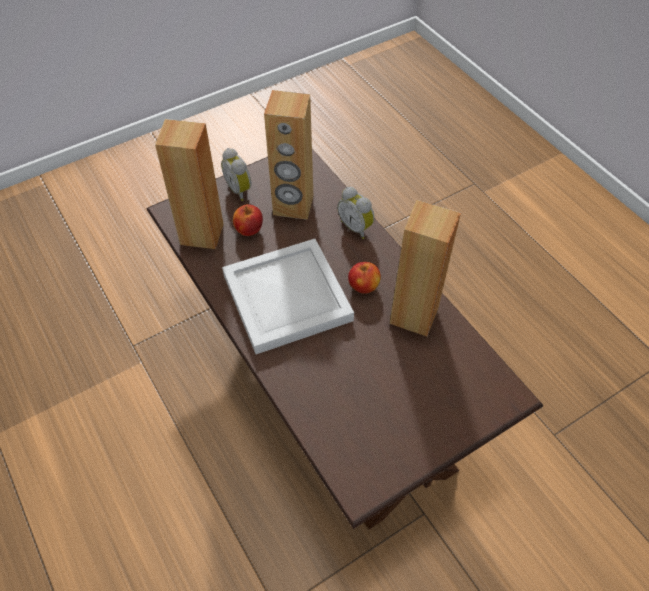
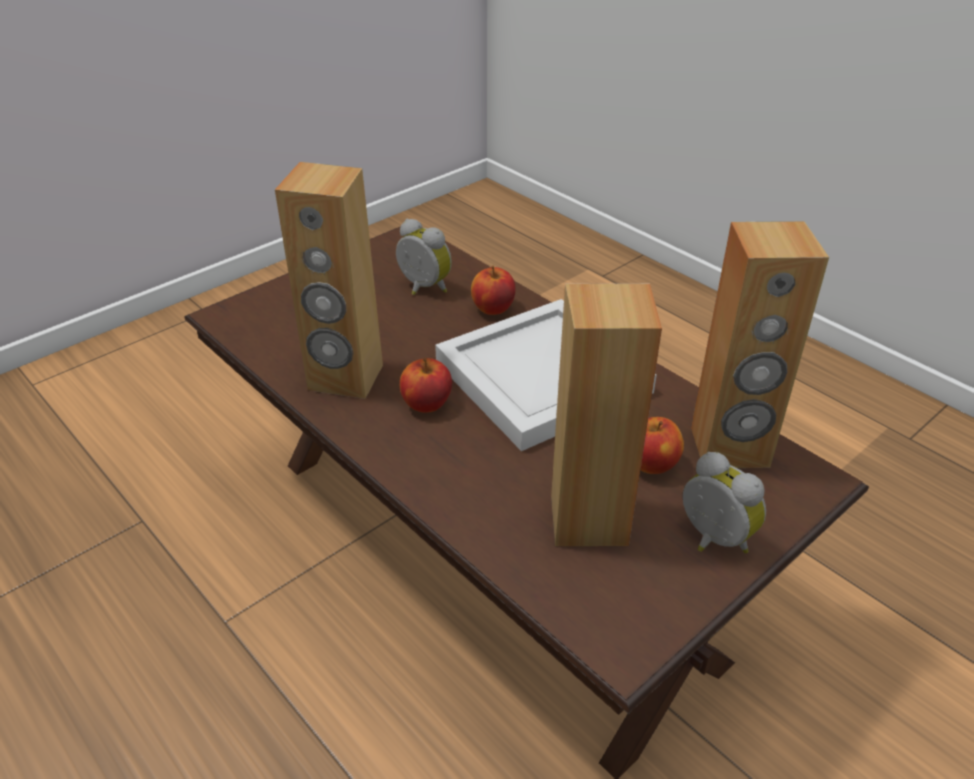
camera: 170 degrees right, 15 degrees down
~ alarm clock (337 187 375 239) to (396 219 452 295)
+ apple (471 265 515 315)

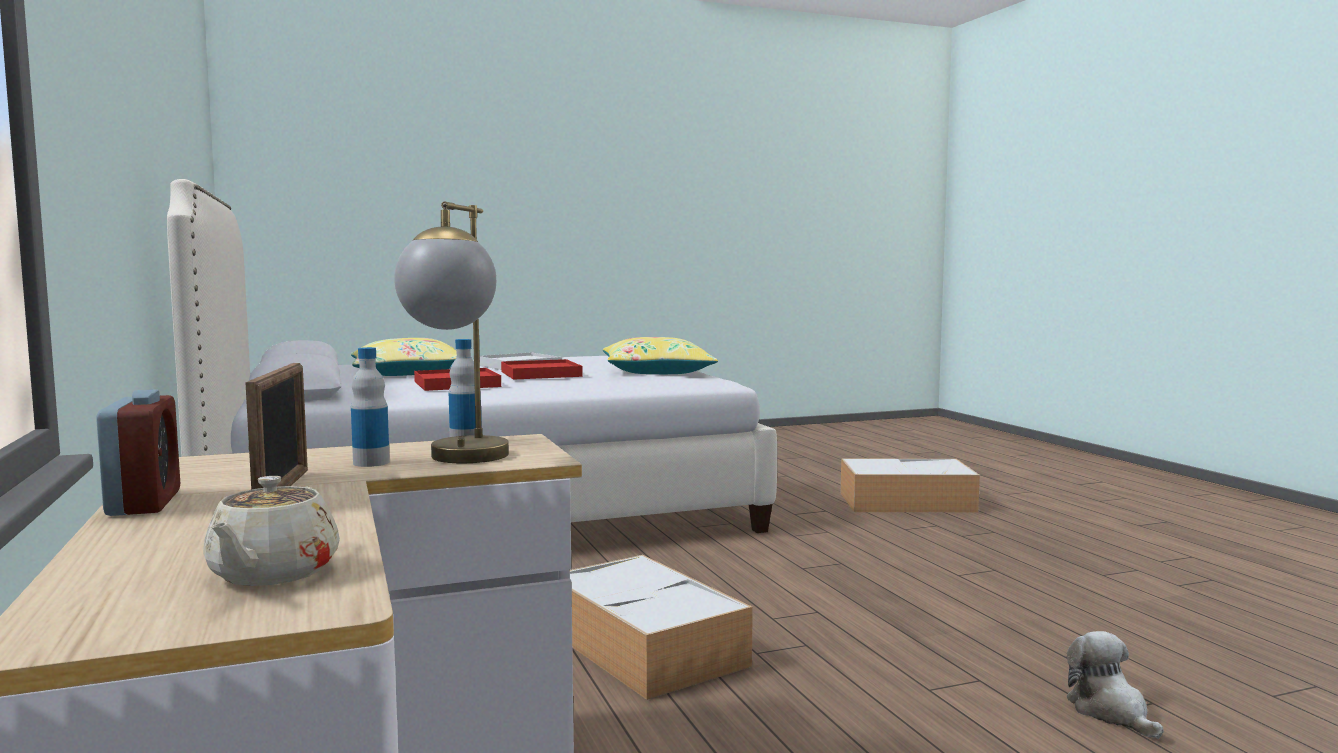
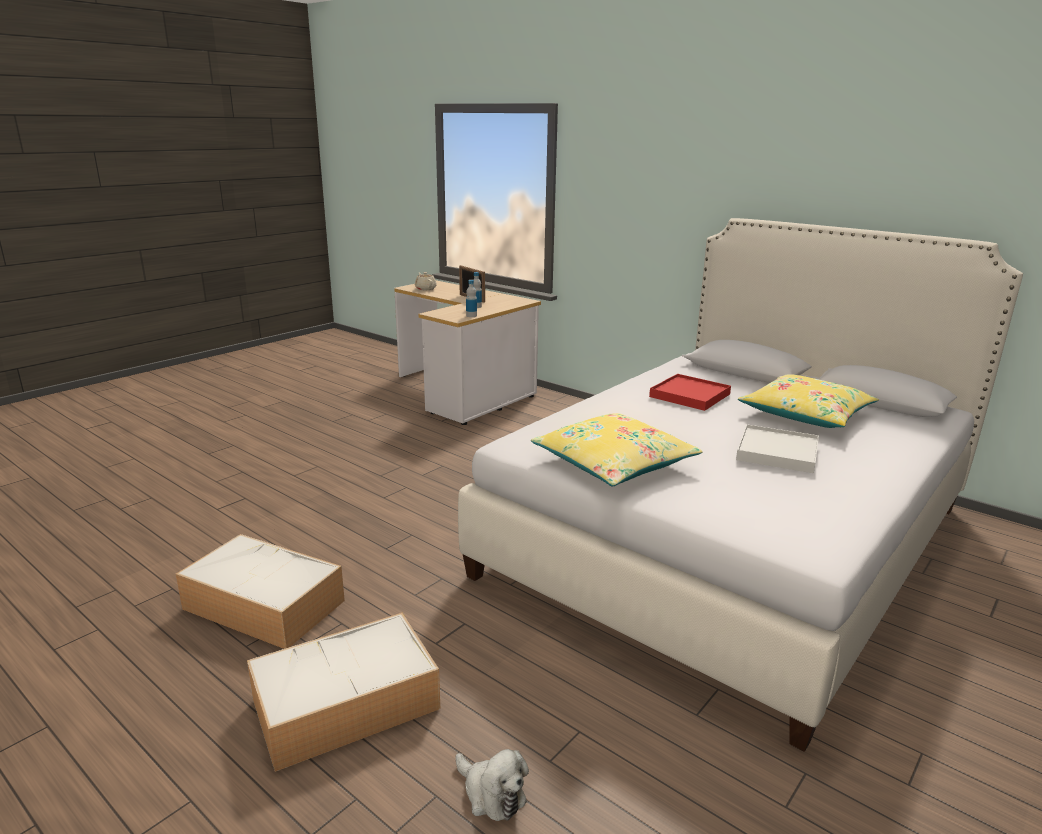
camera: 150 degrees right, 15 degrees up
- alarm clock (96 389 180 516)
- table lamp (394 201 509 463)
- red tray (501 359 582 380)
~ storage box (569 555 753 700) to (176 534 345 649)
~ plush toy (1067 631 1164 739) to (455 749 529 821)

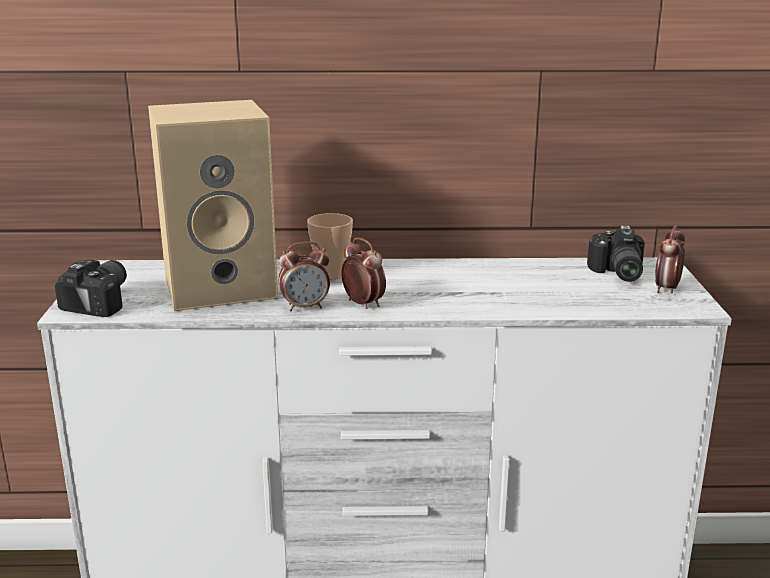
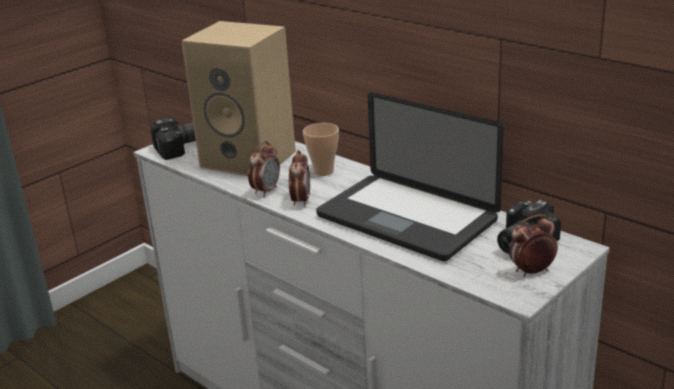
camera: 45 degrees right, 5 degrees up
~ alarm clock (278 242 330 311) = (248 141 280 197) 90 degrees counterclockwise
+ laptop (316 92 504 261)

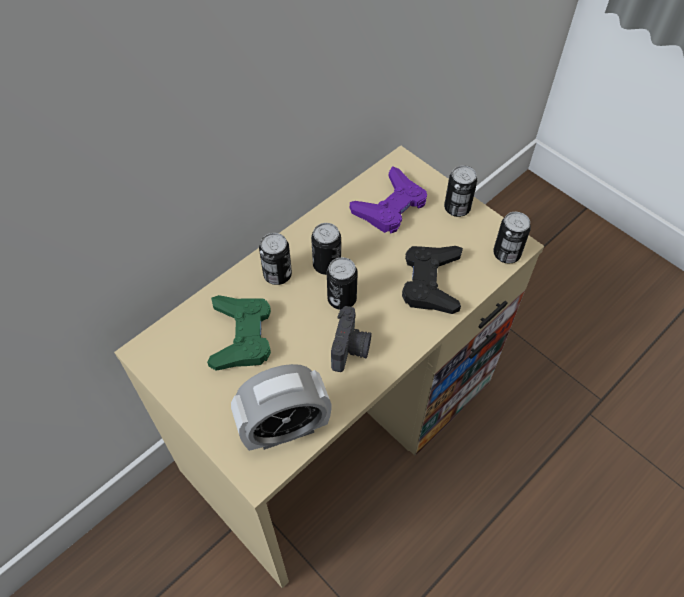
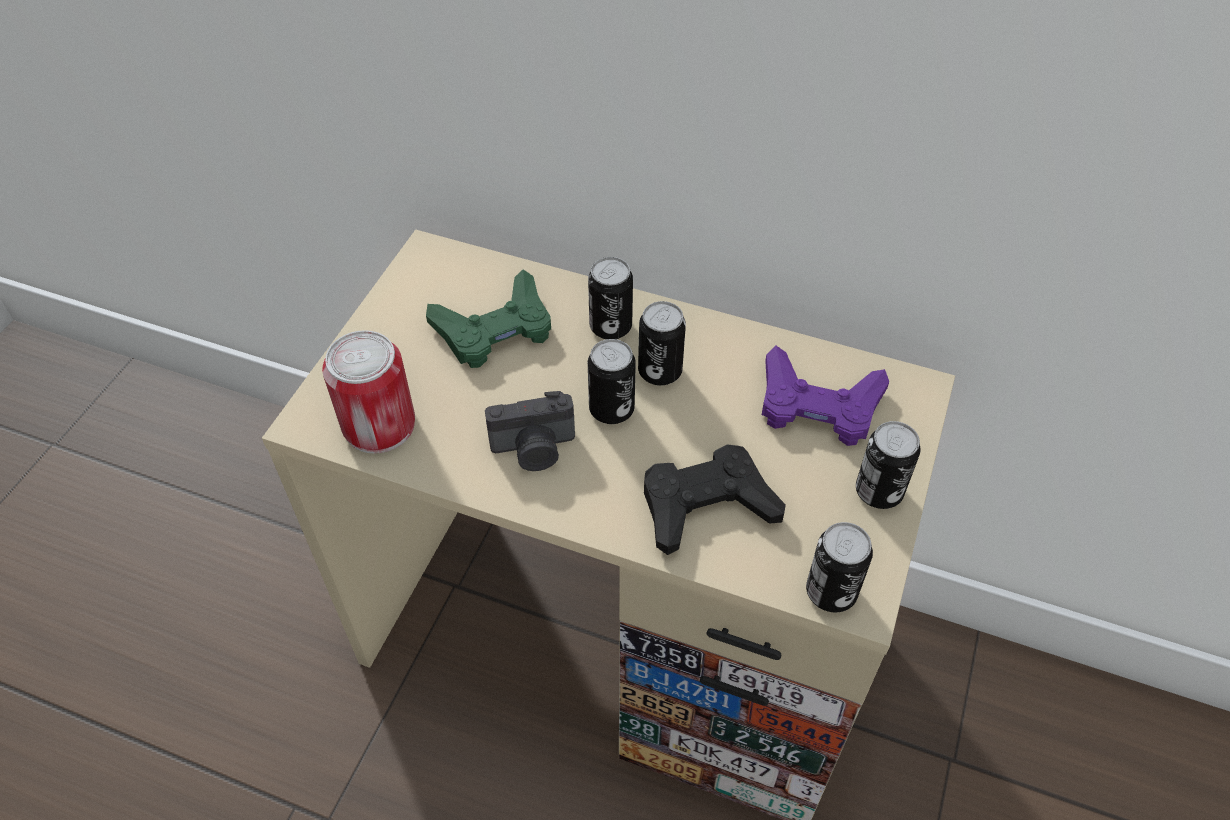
camera: 65 degrees right, 5 degrees down
~ alarm clock (231 364 332 451) to can (322 330 415 454)

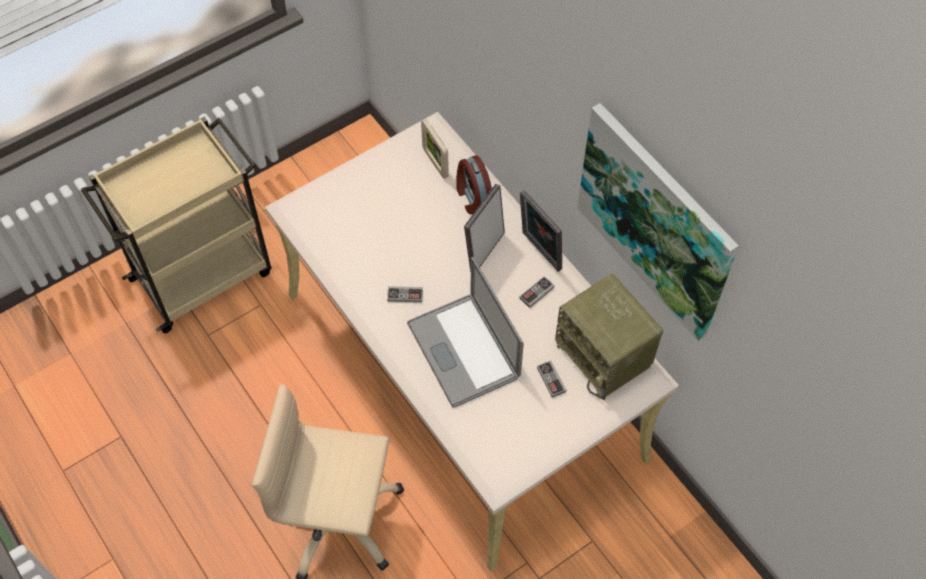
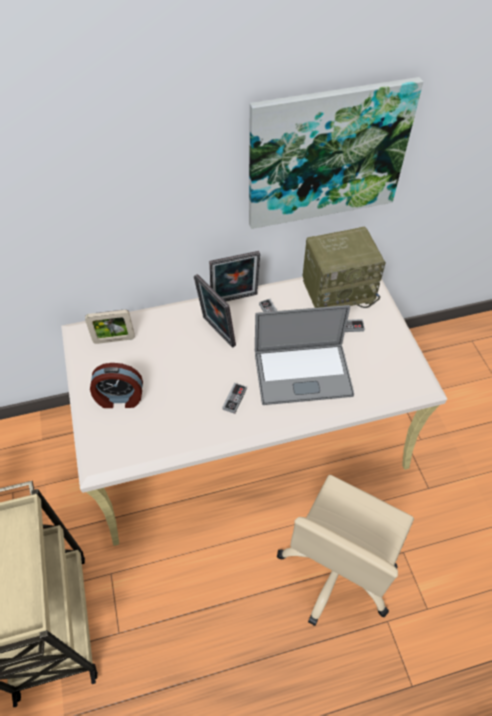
camera: 70 degrees left, 5 degrees down
~ alarm clock (456 155 492 214) to (90 363 143 408)

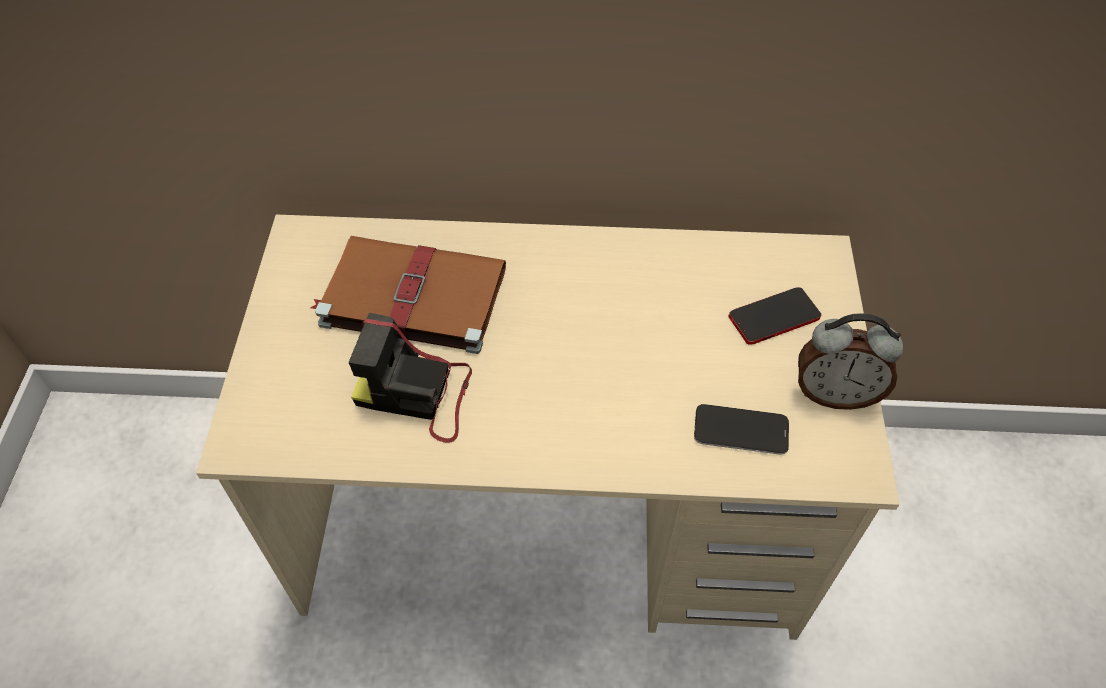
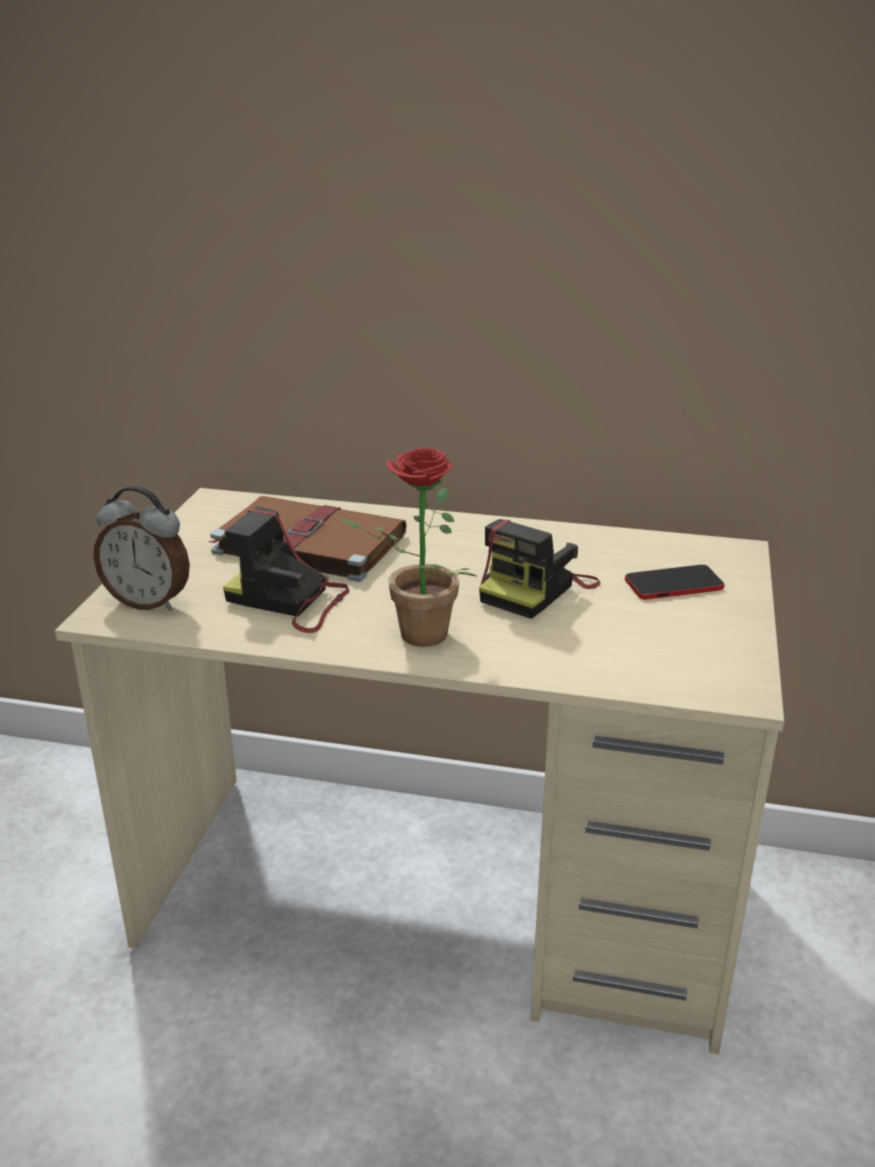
camera: 10 degrees right, 25 degrees down
- phone (694 404 789 455)
~ alarm clock (798 313 903 410) to (94 486 190 611)
+ potted plant (337 448 476 647)
+ photo camera (479 519 600 619)

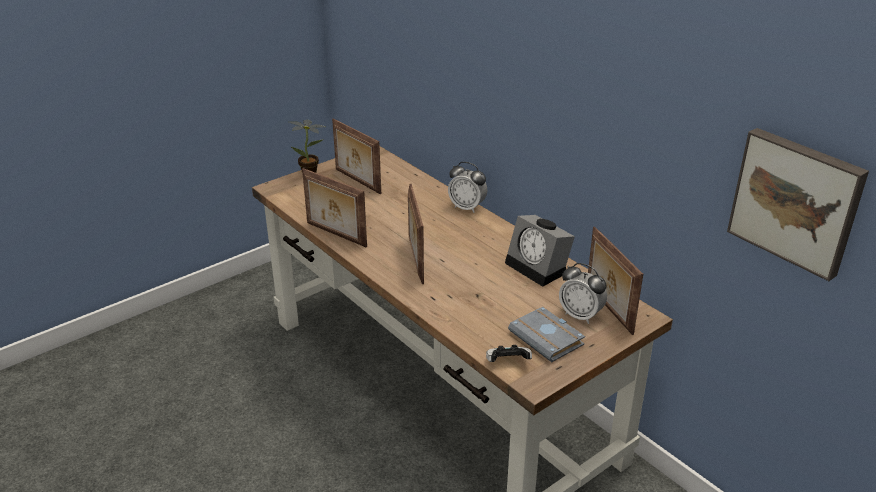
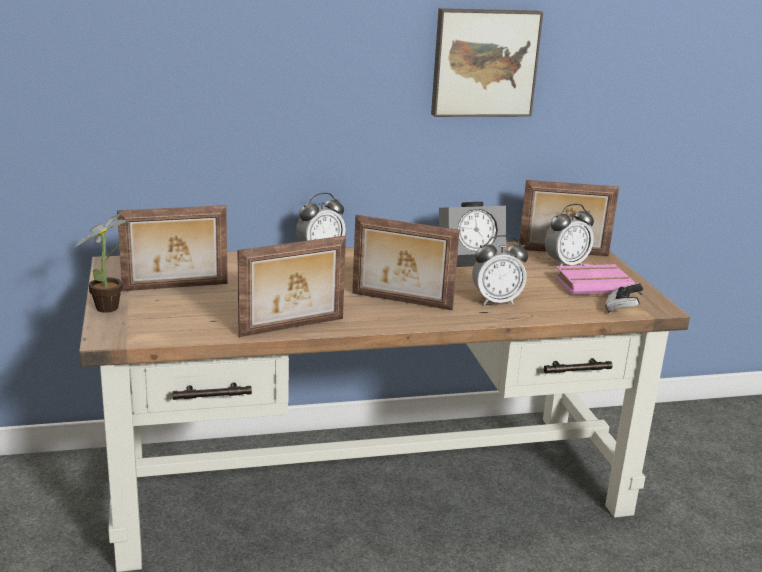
camera: 65 degrees left, 10 degrees down
~ grey book (508 307 585 362) to pink book (555 264 635 295)
~ picture (727 128 869 281) to (431 8 543 117)
+ alarm clock (472 235 528 305)

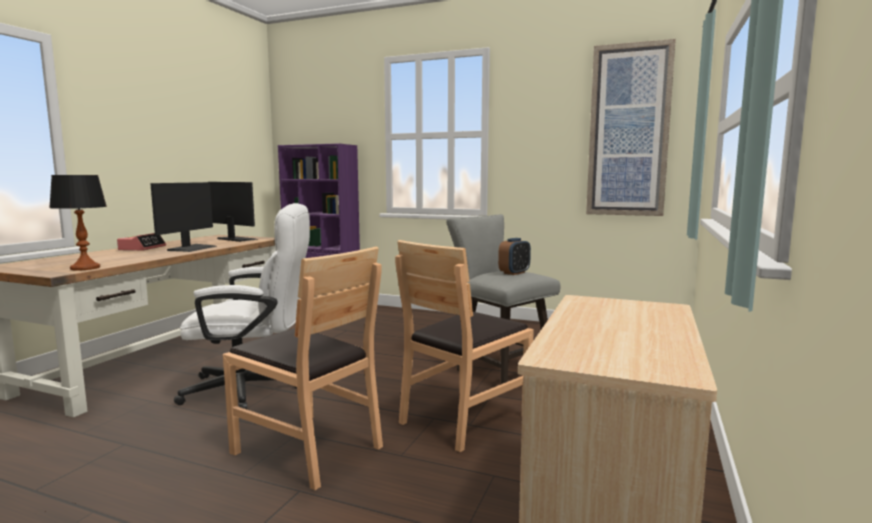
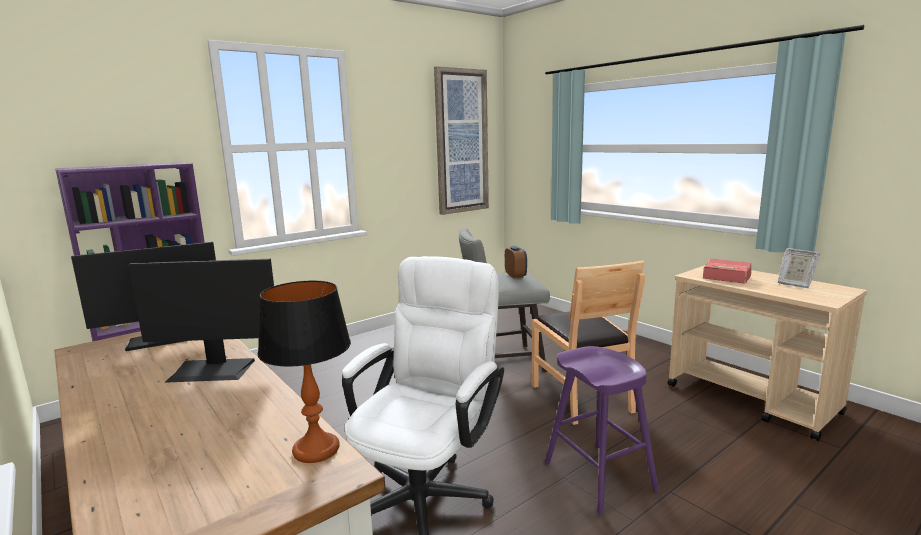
camera: 60 degrees left, 5 degrees up
~ alarm clock (117 233 166 251) to (703 259 751 284)
~ monitor (150 182 217 252) = (128 259 274 383) 135 degrees clockwise
~ brown chair (223 247 383 490) to purple stool (545 346 659 515)
+ picture frame (778 248 820 288)

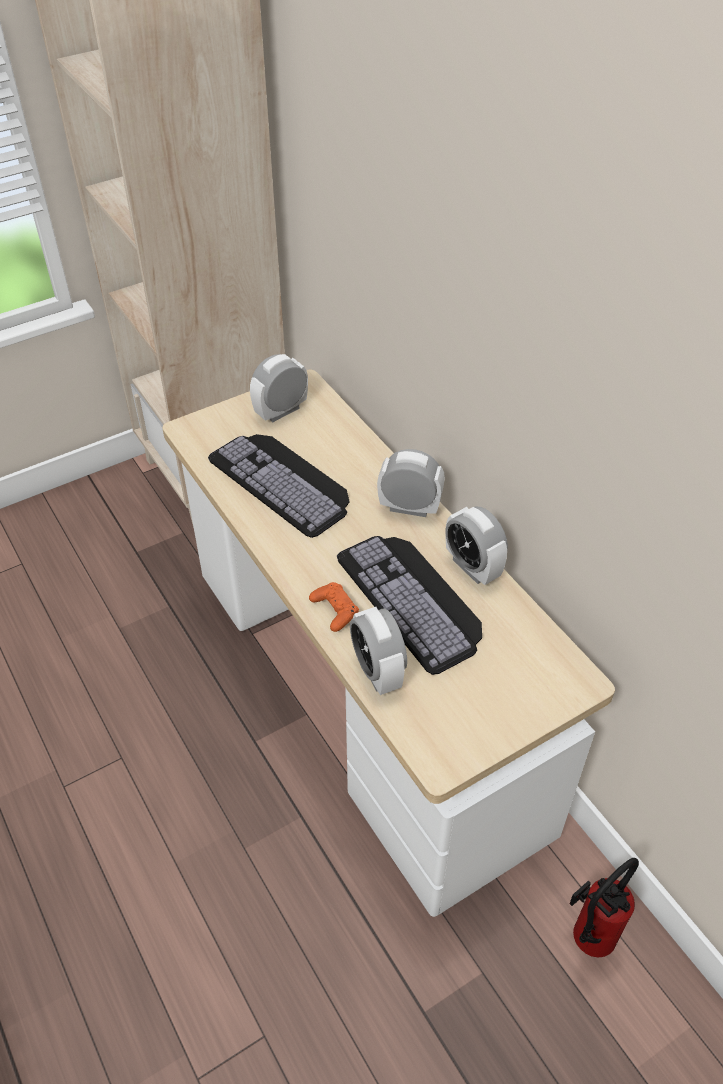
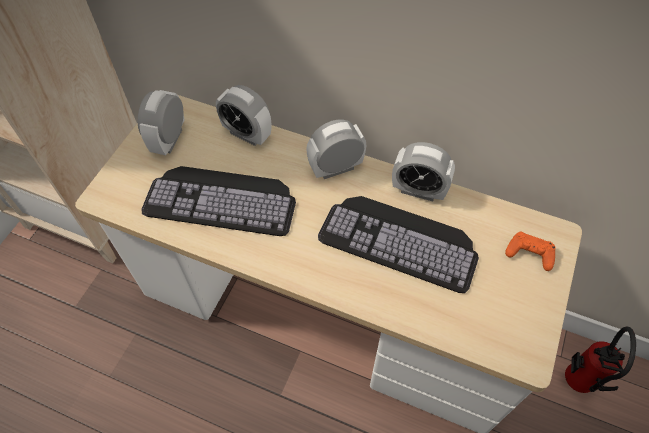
camera: 35 degrees left, 10 degrees up
~ orange game controller (309 582 359 632) to (505 232 556 271)
~ alarm clock (350 607 407 695) to (216 85 271 146)

